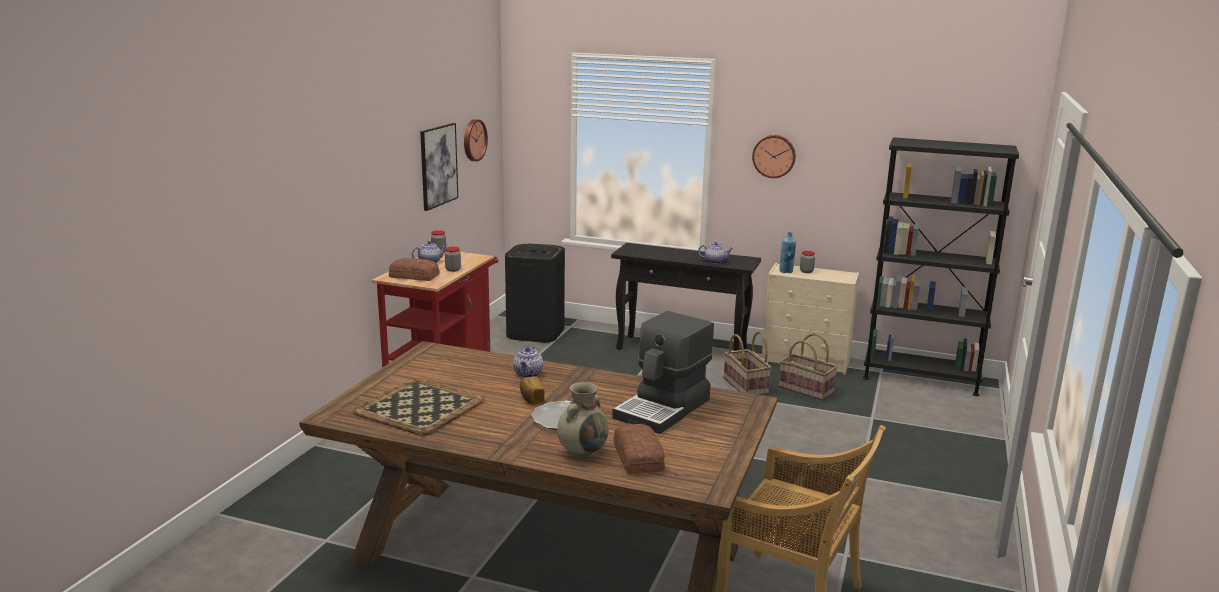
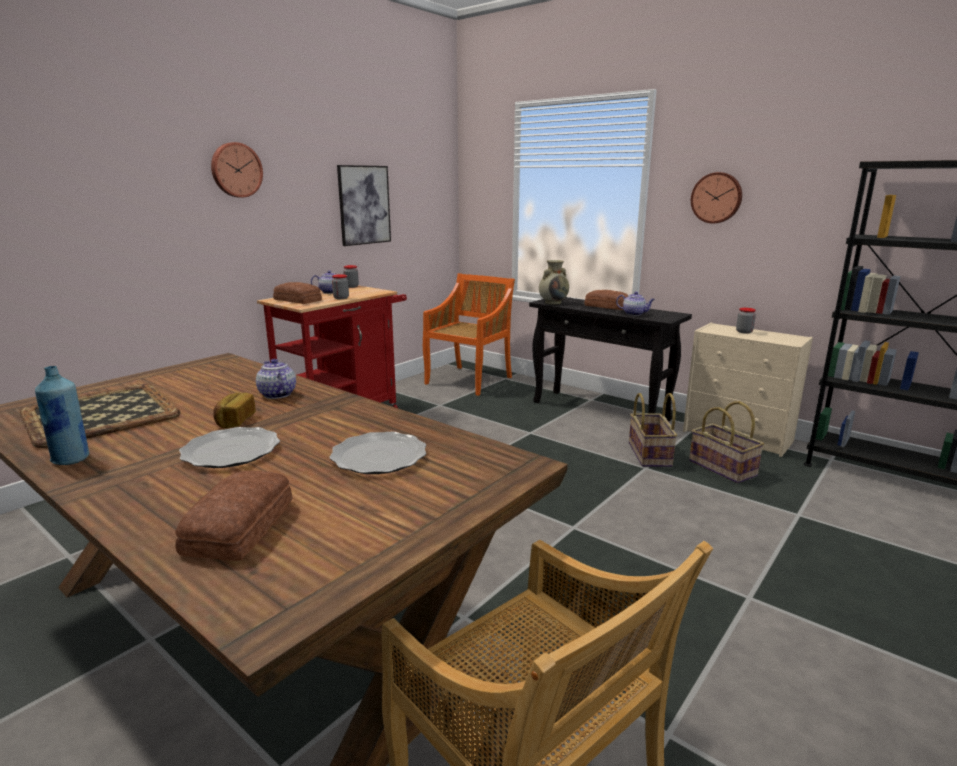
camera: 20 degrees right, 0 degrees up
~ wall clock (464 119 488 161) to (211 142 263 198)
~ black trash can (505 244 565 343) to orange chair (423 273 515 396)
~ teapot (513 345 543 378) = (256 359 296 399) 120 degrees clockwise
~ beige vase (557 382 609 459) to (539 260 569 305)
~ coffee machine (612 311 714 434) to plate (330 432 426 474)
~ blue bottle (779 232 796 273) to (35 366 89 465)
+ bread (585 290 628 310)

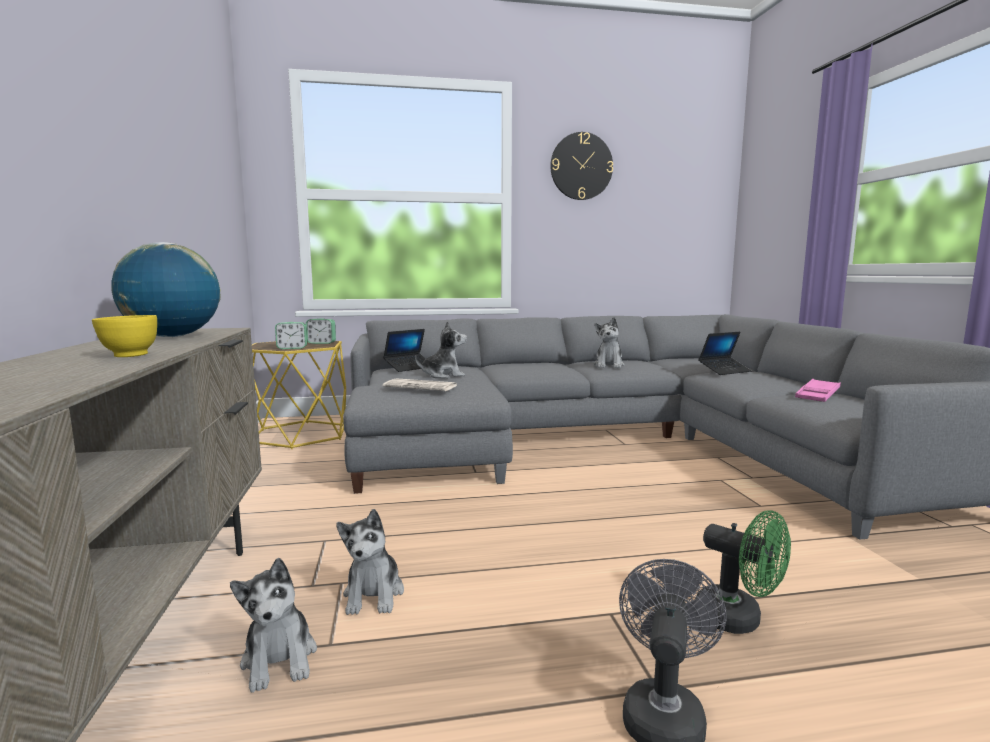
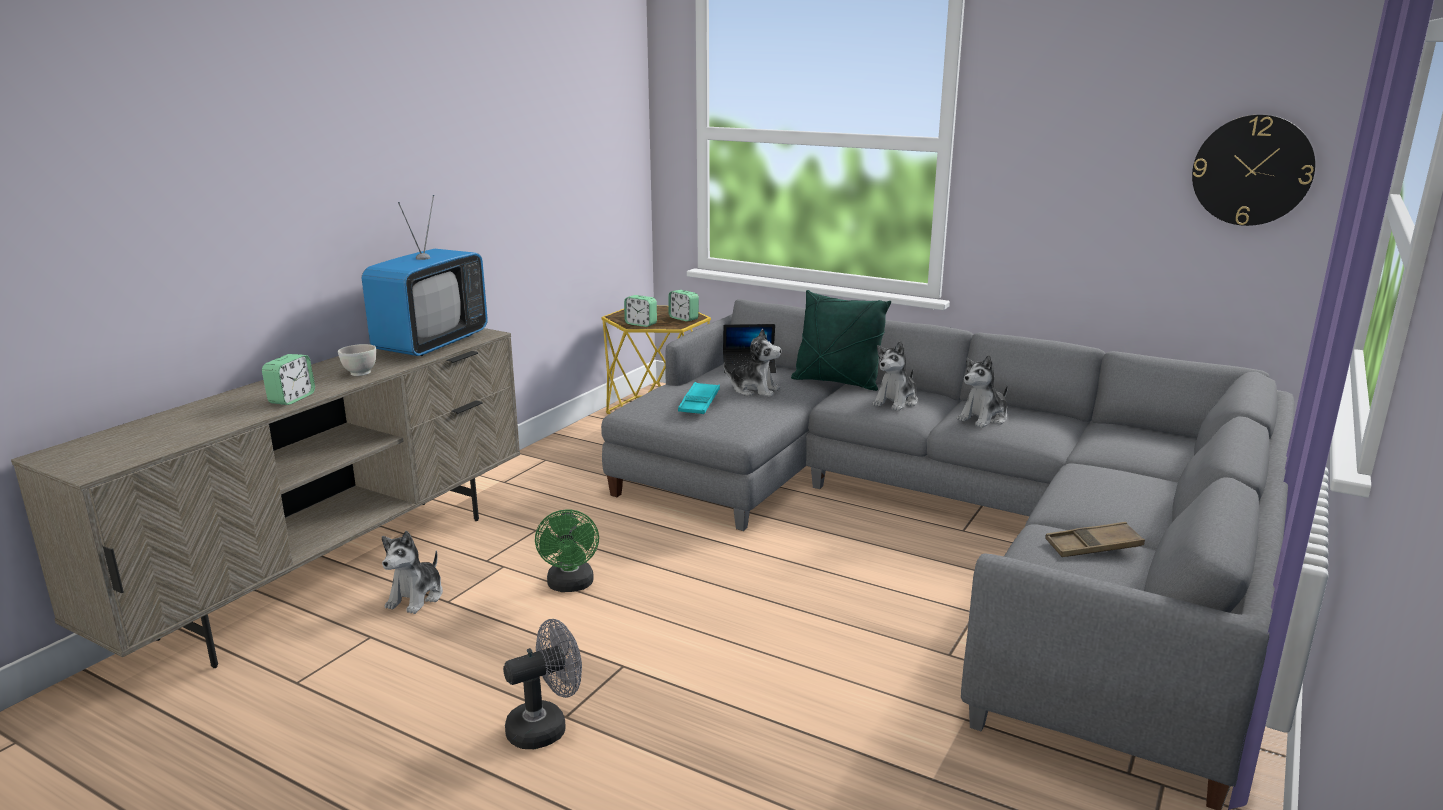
camera: 40 degrees right, 10 degrees up
~ yellow bowl (92 315 157 357) to white bowl (338 344 376 376)
~ globe (111 242 221 337) to television (362 195 488 356)
~ plush toy (336 509 404 615) to (873 341 918 411)
~ newspaper (383 378 457 391) to turquoise tray (678 382 720 414)
~ wall clock (550 132 613 200) to (1192 115 1315 226)
~ green fan (695 510 791 634) to (535 509 599 592)
- laptop (698 332 751 375)
~ pink tray (795 379 841 402) to brown tray (1045 522 1145 557)
+ alarm clock (262 354 315 405)
+ green pillow (791 290 891 391)

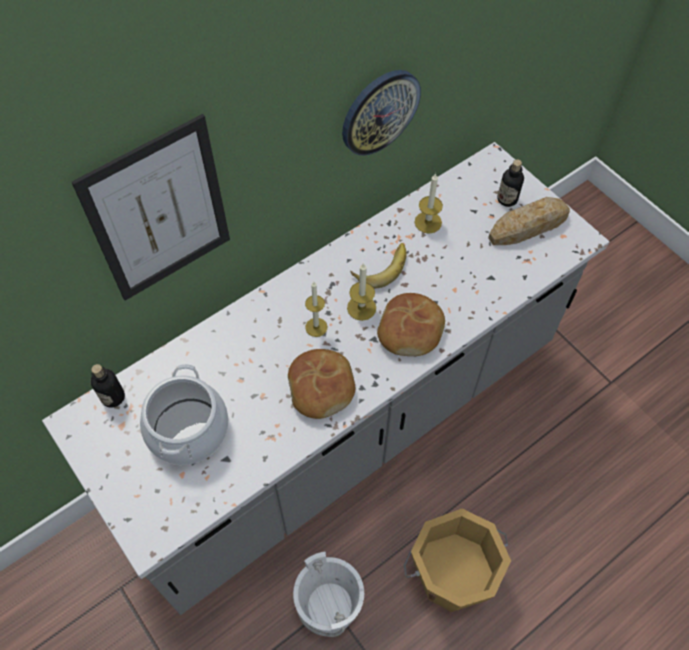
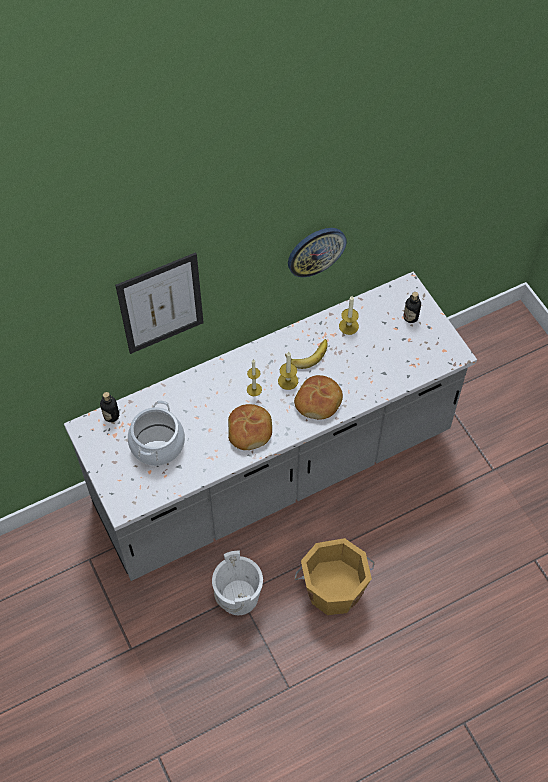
camera: 10 degrees right, 0 degrees up
- bread (488 197 570 245)

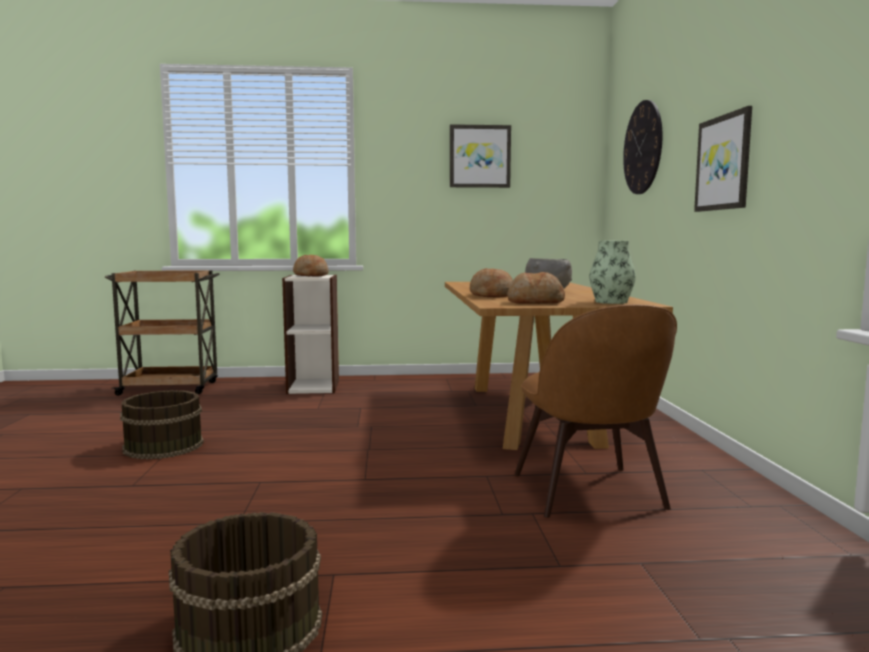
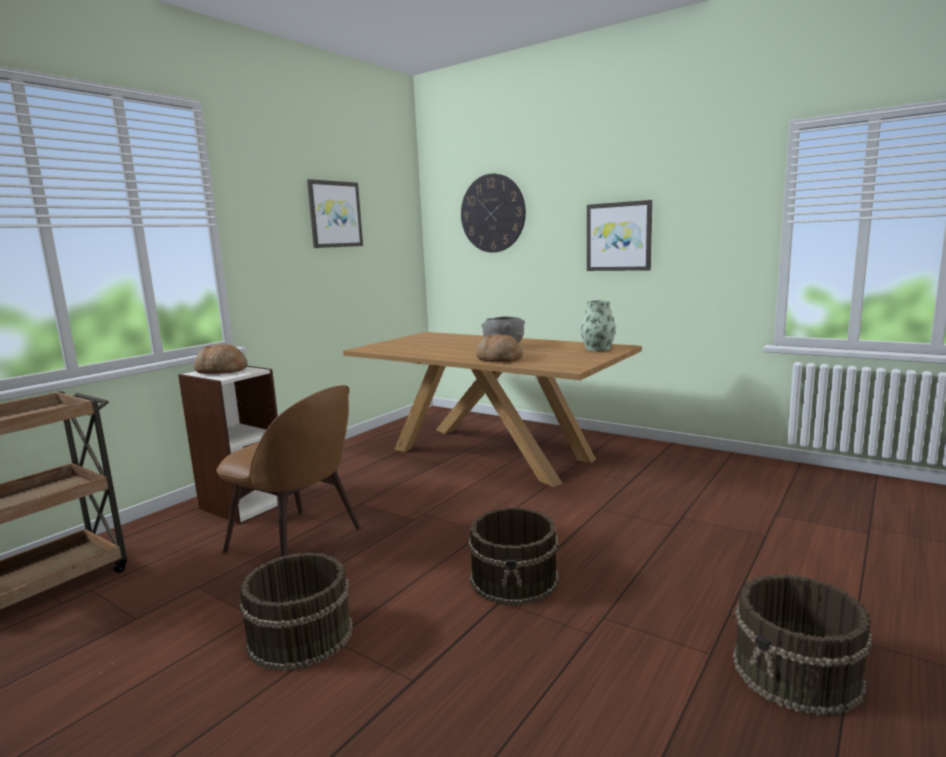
camera: 50 degrees left, 5 degrees up
- bread (507 272 565 304)
~ brown chair (514 305 677 518) to (216 385 360 557)
+ brown bucket (468 508 559 606)

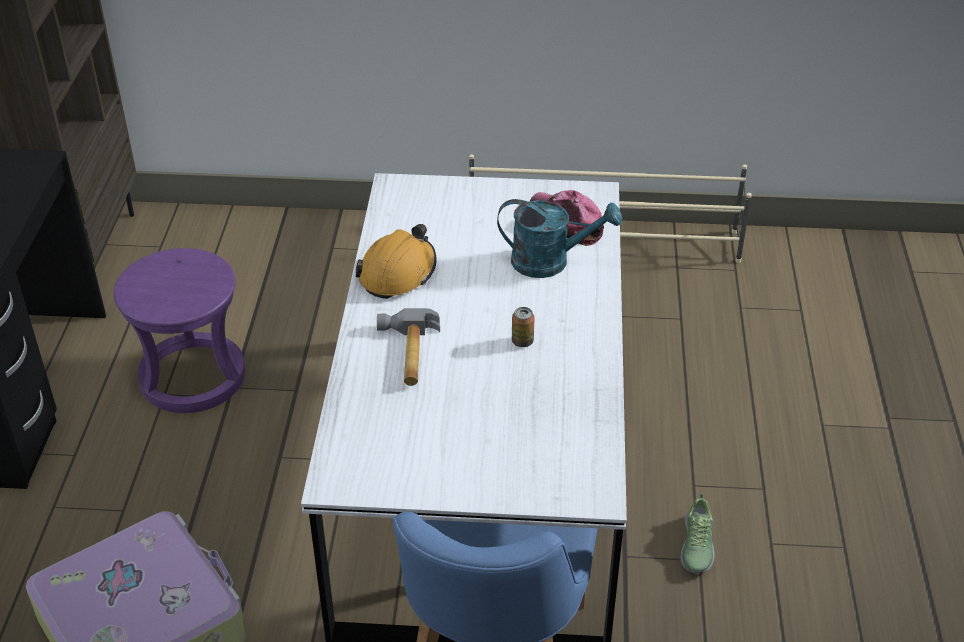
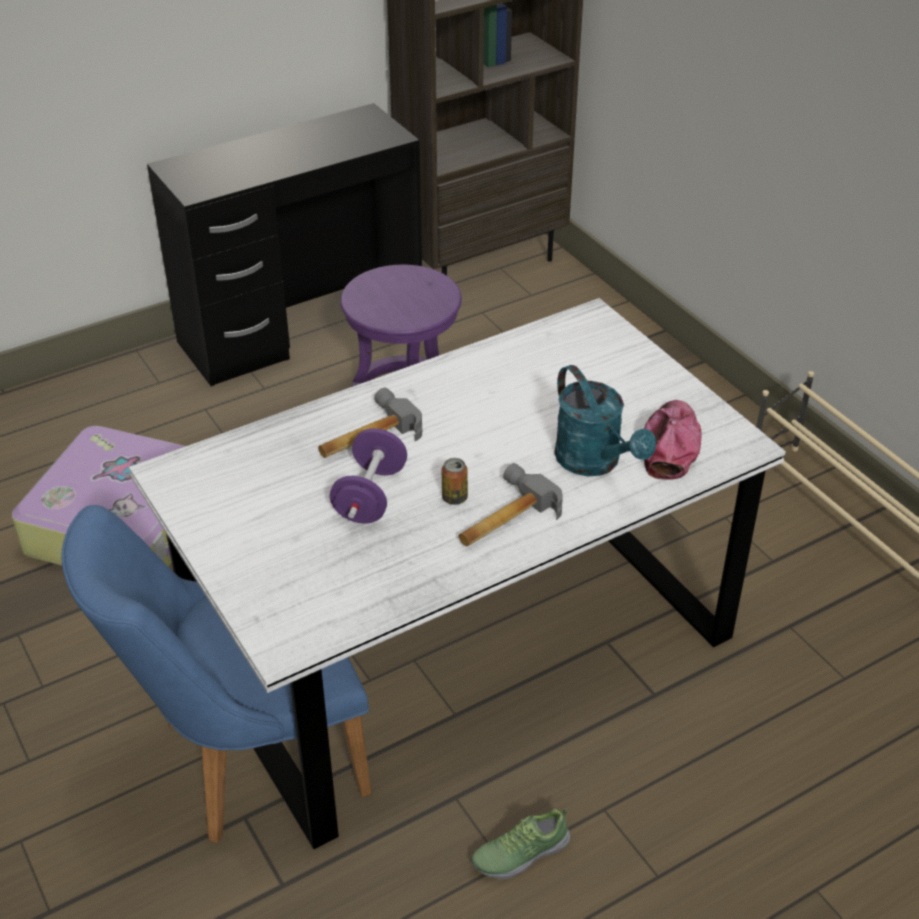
camera: 55 degrees right, 0 degrees up
- orange hard hat (356 224 437 299)
+ purple dumbbell (330 428 407 524)
+ hammer (459 463 563 546)

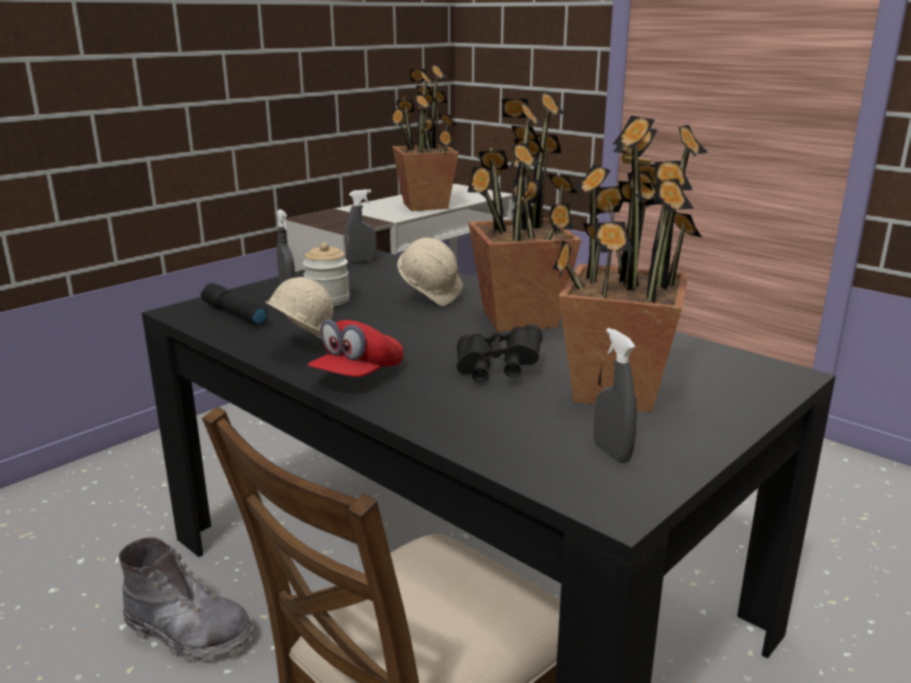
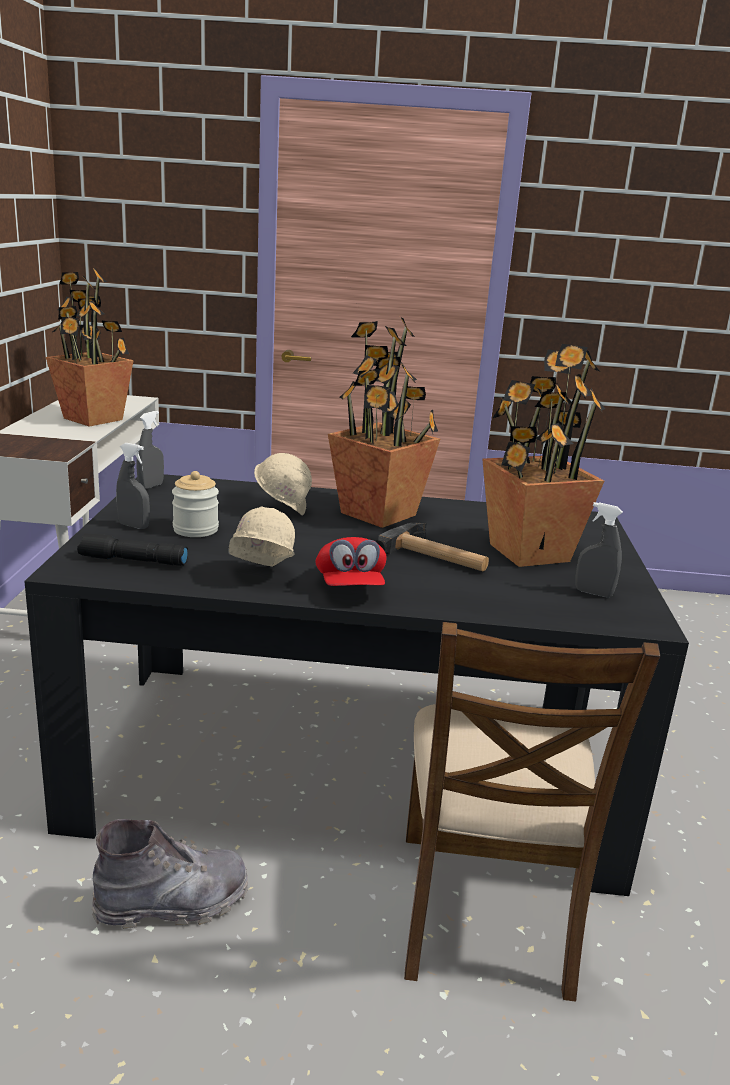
camera: 40 degrees left, 0 degrees up
~ black binoculars (457 324 542 383) to hammer (375 523 489 571)

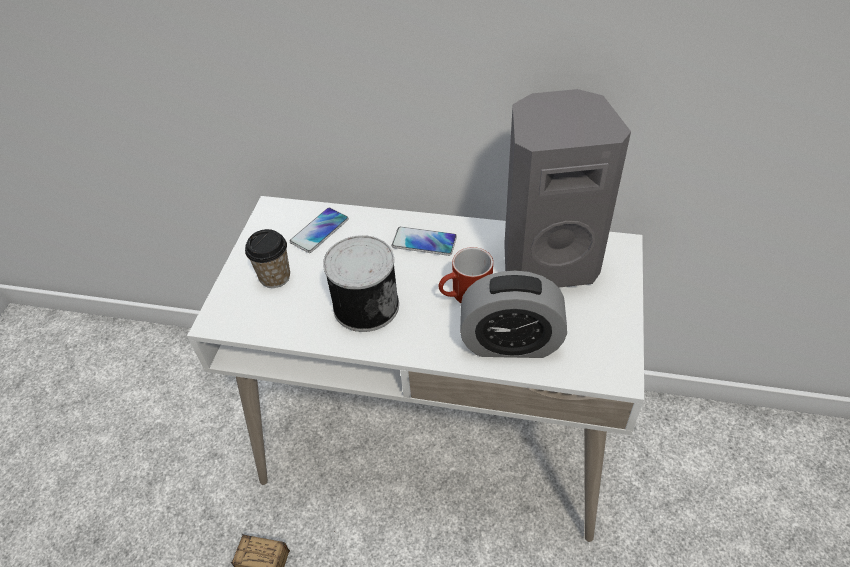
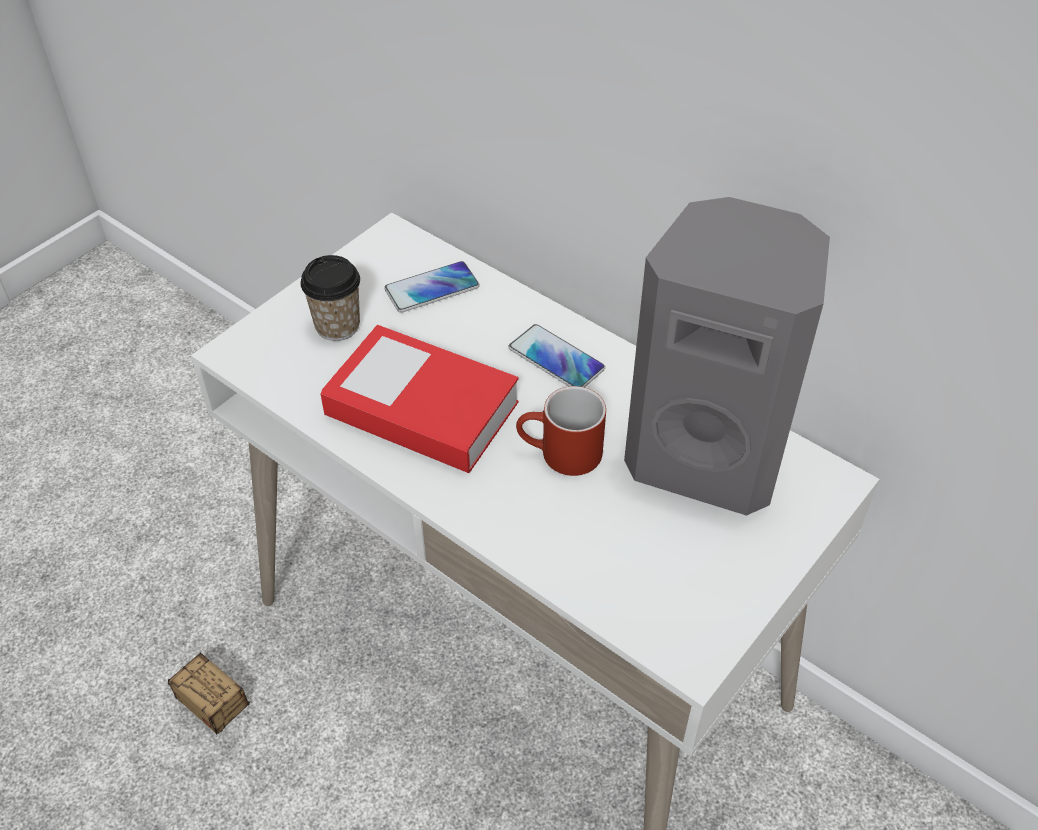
camera: 25 degrees right, 0 degrees up
~ can (323 235 399 332) to book (321 325 518 473)
- alarm clock (460 271 567 358)

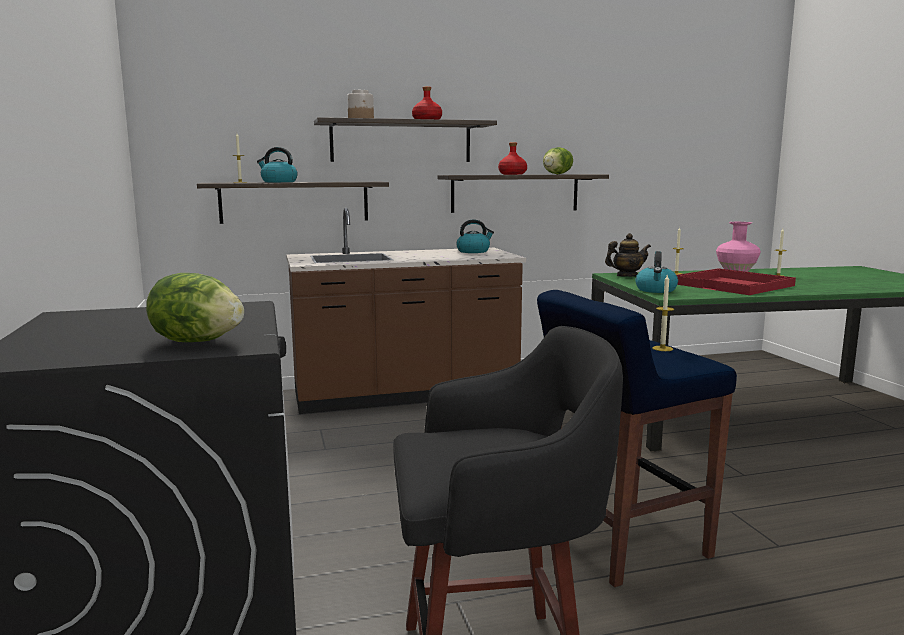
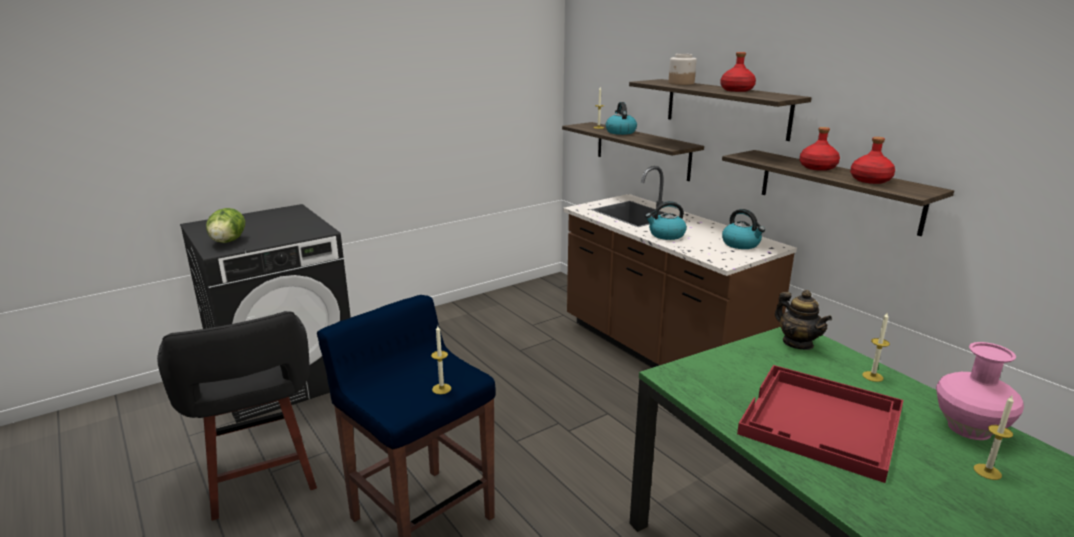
camera: 70 degrees right, 10 degrees up
~ lettuce (543 147 573 174) to red bottle (850 137 895 184)
~ kettle (635 251 678 293) to (645 201 687 240)

